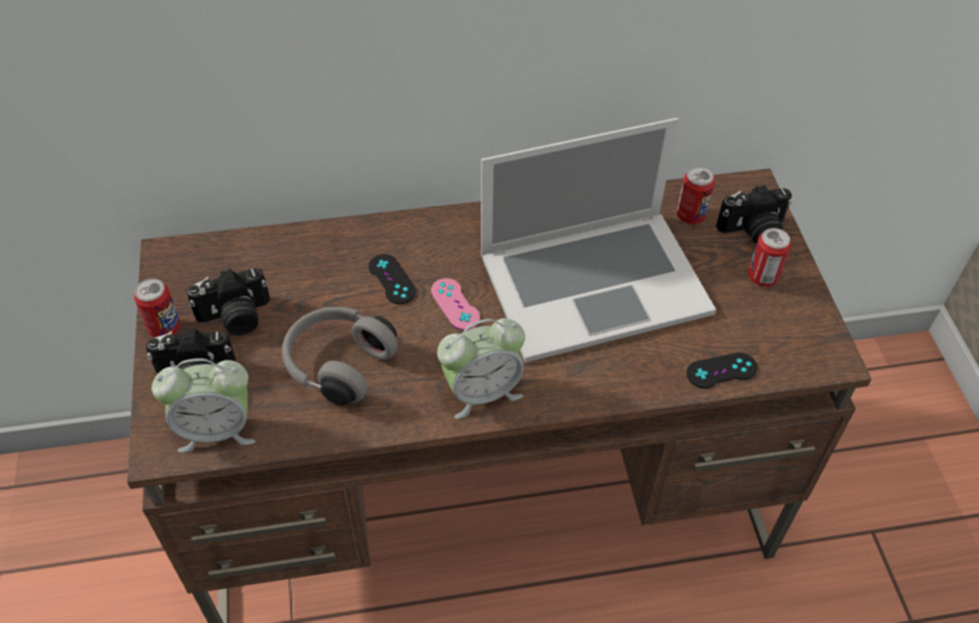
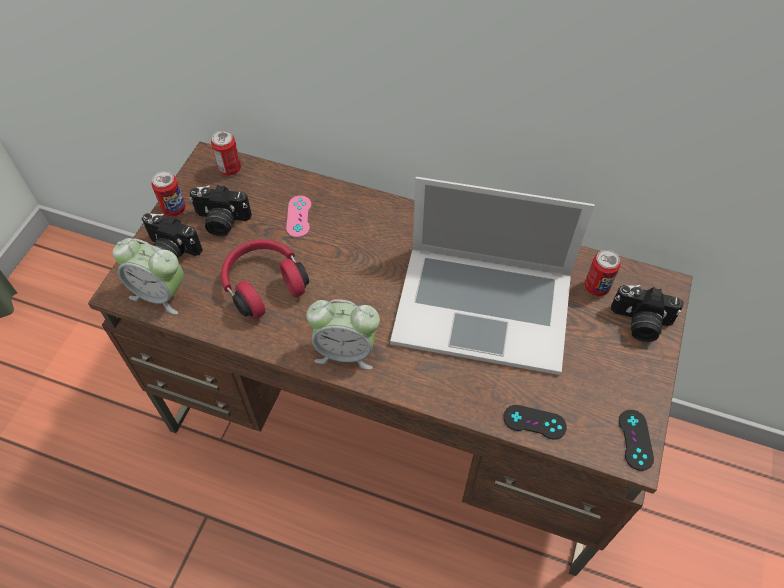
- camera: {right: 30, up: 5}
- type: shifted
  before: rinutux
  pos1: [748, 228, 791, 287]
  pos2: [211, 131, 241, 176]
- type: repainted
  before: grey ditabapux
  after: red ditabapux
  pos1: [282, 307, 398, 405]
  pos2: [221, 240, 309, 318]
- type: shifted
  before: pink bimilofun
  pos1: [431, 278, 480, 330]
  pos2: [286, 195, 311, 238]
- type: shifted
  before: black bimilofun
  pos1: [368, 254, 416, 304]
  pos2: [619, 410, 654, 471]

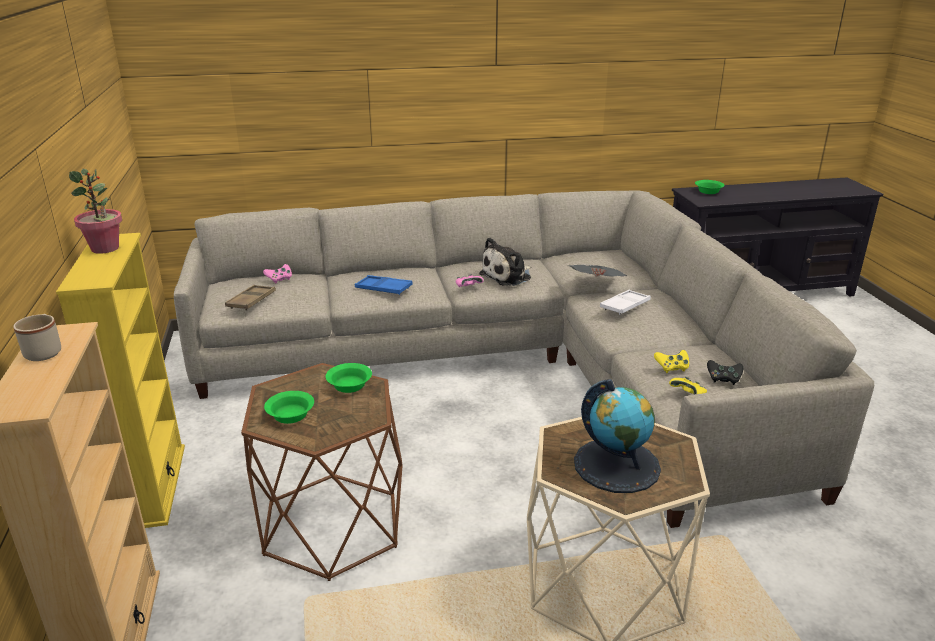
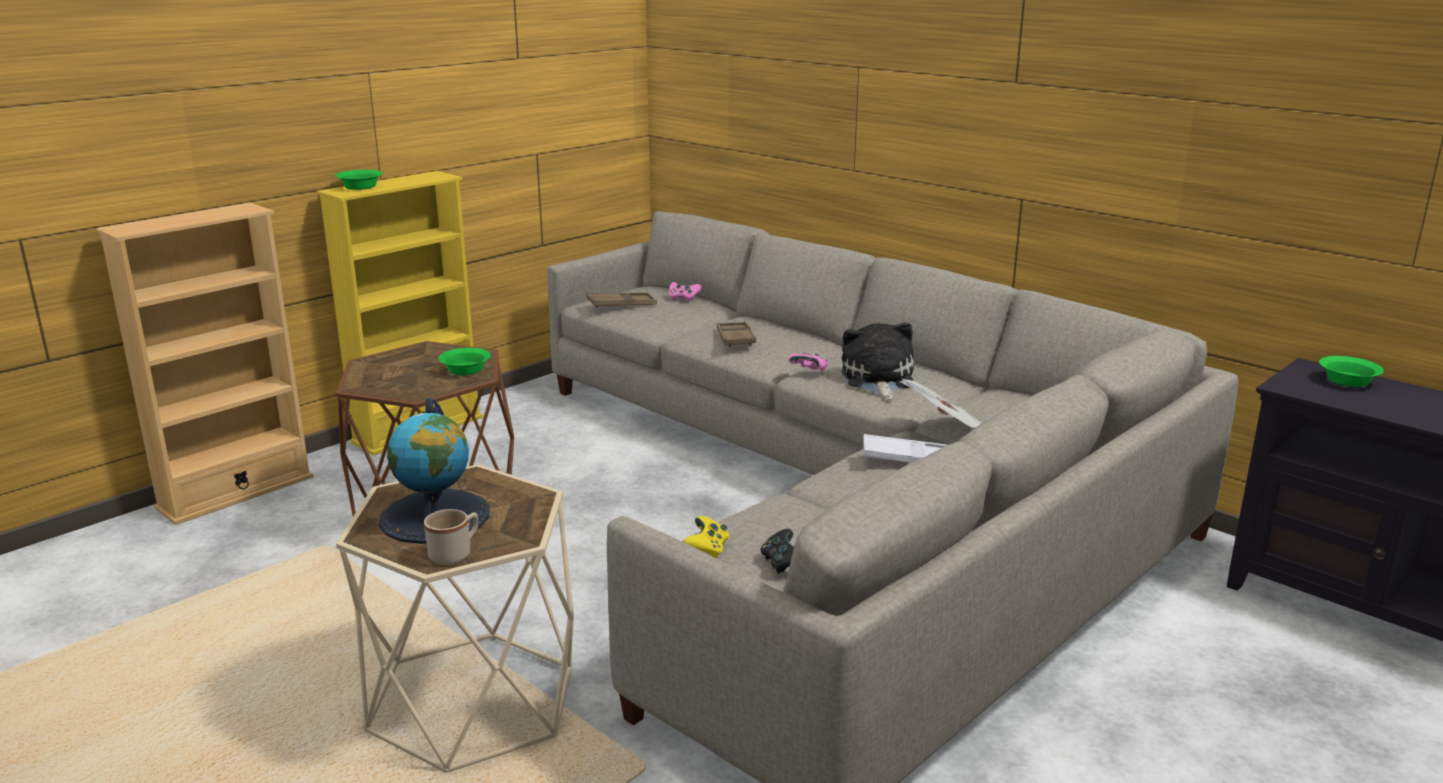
- camera: {right: 55, up: -5}
- type: shifted
  before: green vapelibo
  pos1: [264, 391, 314, 424]
  pos2: [335, 170, 383, 190]
- type: shifted
  before: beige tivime
  pos1: [13, 314, 61, 361]
  pos2: [424, 509, 478, 565]
- type: repainted
  before: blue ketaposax
  after: brown ketaposax
  pos1: [355, 275, 413, 295]
  pos2: [717, 321, 756, 347]
- type: rotated
  before: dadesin
  pos1: [479, 238, 531, 286]
  pos2: [842, 322, 914, 399]
  turn: 75
- type: gone
  before: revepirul
  pos1: [69, 169, 122, 254]
- type: gone
  before: yellow bimilofun
  pos1: [654, 350, 689, 373]

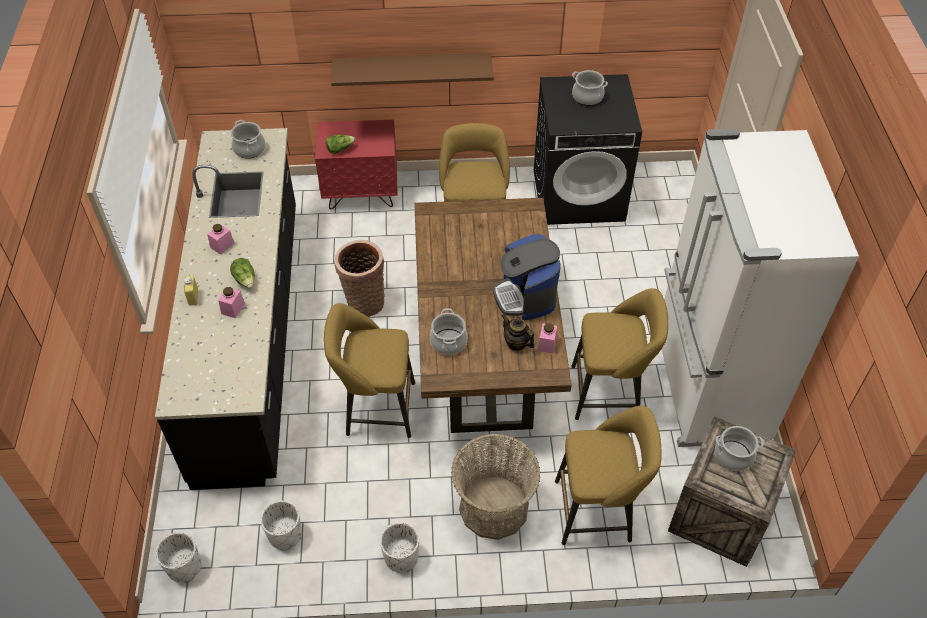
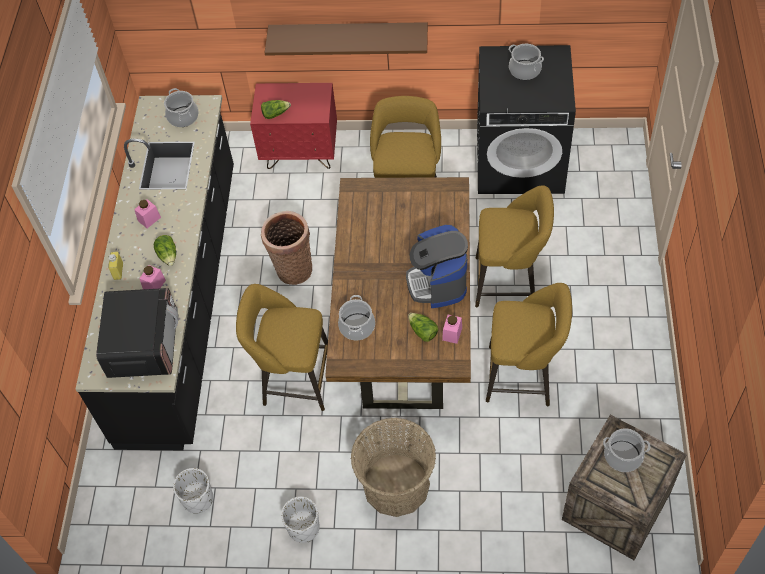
- camera: {right: 10, up: 5}
- type: new
  after: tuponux
  pos2: [96, 288, 178, 378]
- type: swapped
  before: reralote
  after: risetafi
  pos1: [502, 315, 534, 351]
  pos2: [408, 313, 438, 342]
- type: shifted
  before: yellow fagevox
  pos1: [555, 406, 662, 545]
  pos2: [475, 185, 554, 307]
- type: gone
  before: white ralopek
  pos1: [156, 532, 201, 583]
- type: gone
  before: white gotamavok
  pos1: [662, 129, 859, 447]

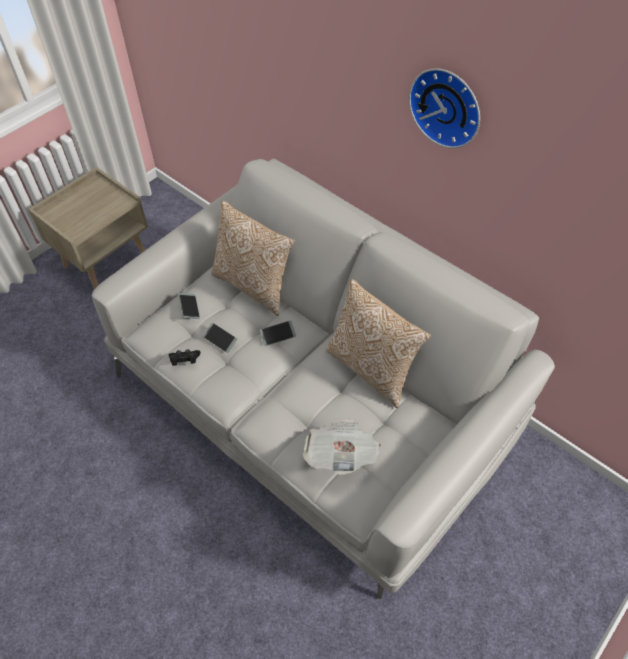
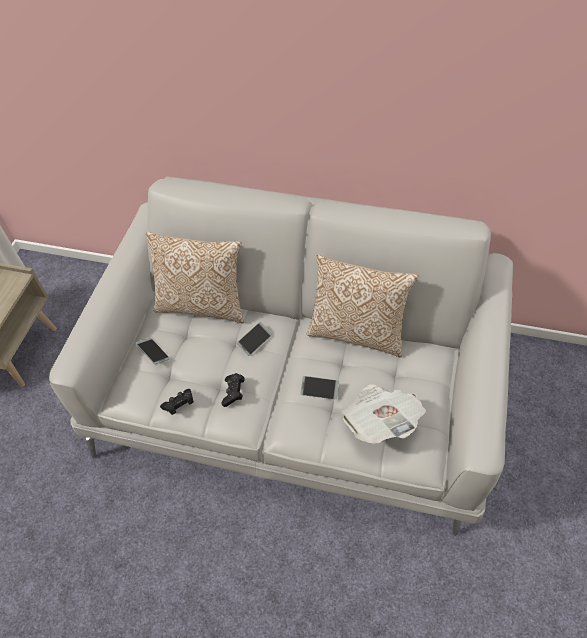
- camera: {right: -25, up: 0}
- type: new
  after: black bimilofun
  pos2: [222, 373, 244, 407]
- type: shifted
  before: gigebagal
  pos1: [203, 323, 237, 353]
  pos2: [300, 376, 339, 400]
- type: gone
  before: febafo
  pos1: [409, 68, 480, 148]

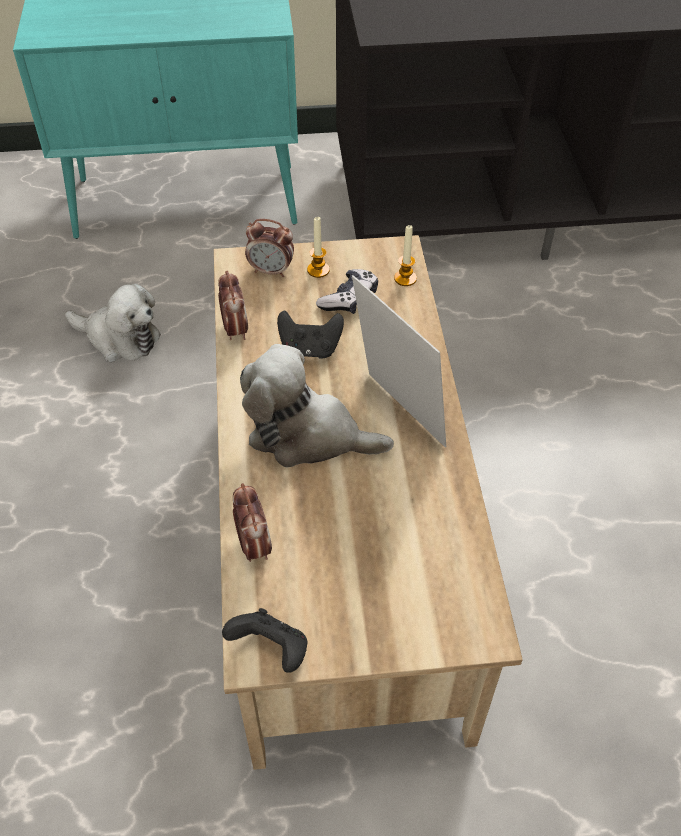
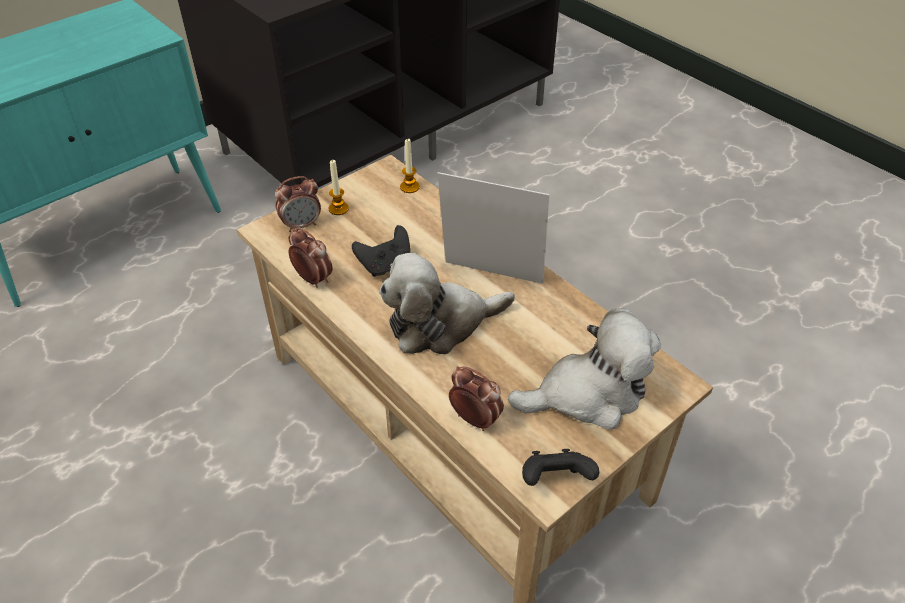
- camera: {right: -35, up: -5}
- type: shifted
  before: dadesin
  pos1: [65, 283, 161, 362]
  pos2: [508, 308, 661, 430]
- type: gone
  before: bimilofun
  pos1: [316, 269, 378, 314]

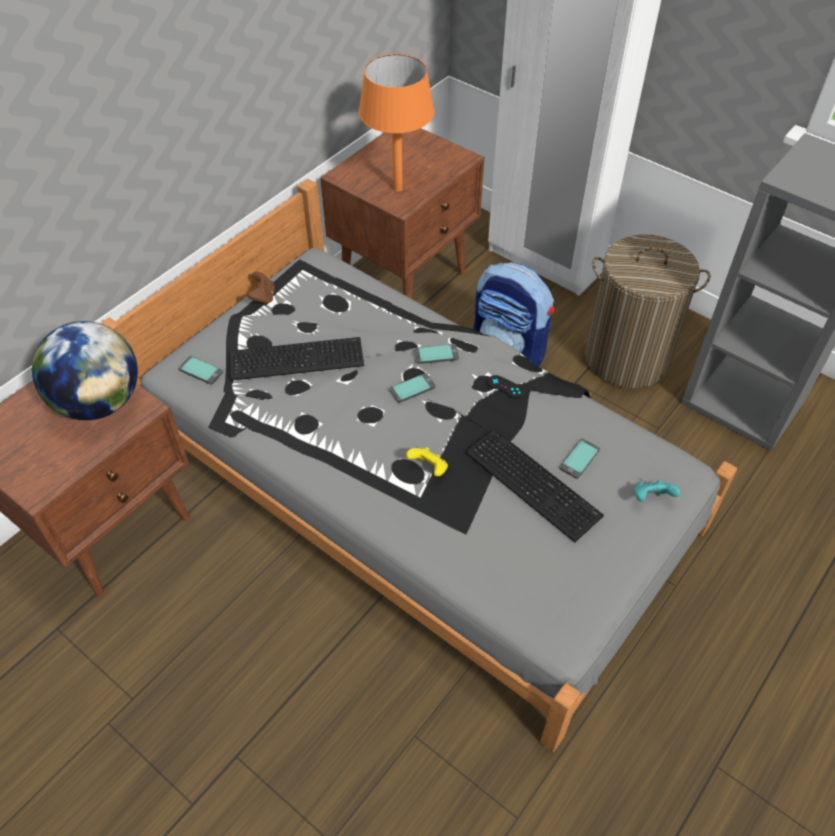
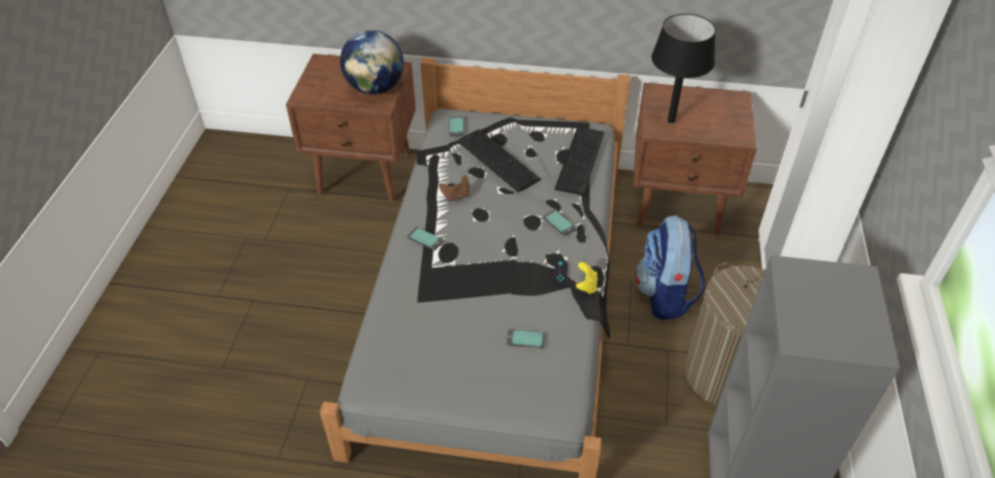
- camera: {right: 60, up: -5}
- type: shifted
  before: gigebagal
  pos1: [389, 373, 436, 403]
  pos2: [407, 227, 443, 251]
- type: shifted
  before: brown bimilofun
  pos1: [247, 271, 275, 305]
  pos2: [439, 176, 469, 201]
- type: shifted
  before: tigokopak
  pos1: [466, 429, 604, 542]
  pos2: [555, 127, 604, 196]
- type: shifted
  before: yellow bimilofun
  pos1: [406, 447, 448, 476]
  pos2: [576, 262, 598, 294]
- type: repainted
  before: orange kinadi
  after: black kinadi
  pos1: [359, 54, 434, 191]
  pos2: [651, 14, 716, 123]
- type: gone
  before: turquoise bimilofun
  pos1: [634, 480, 680, 502]

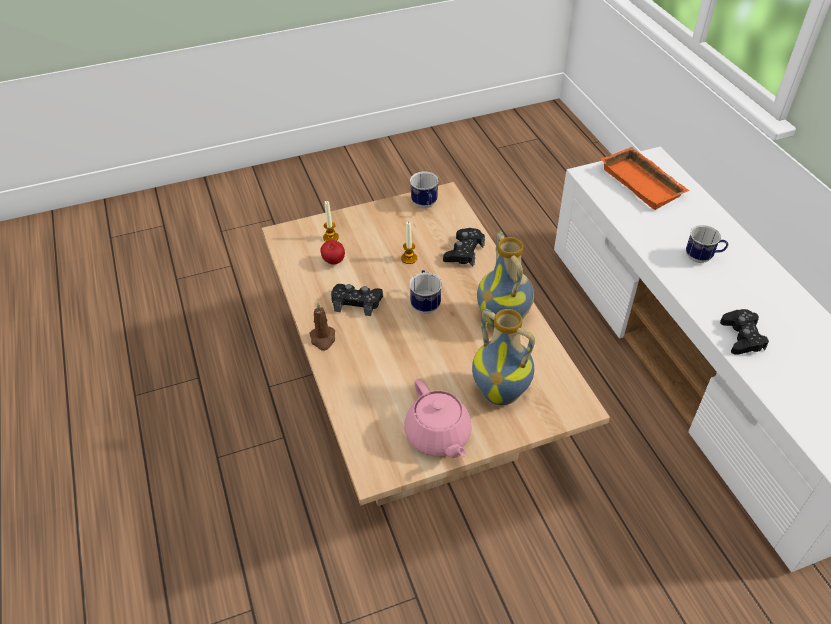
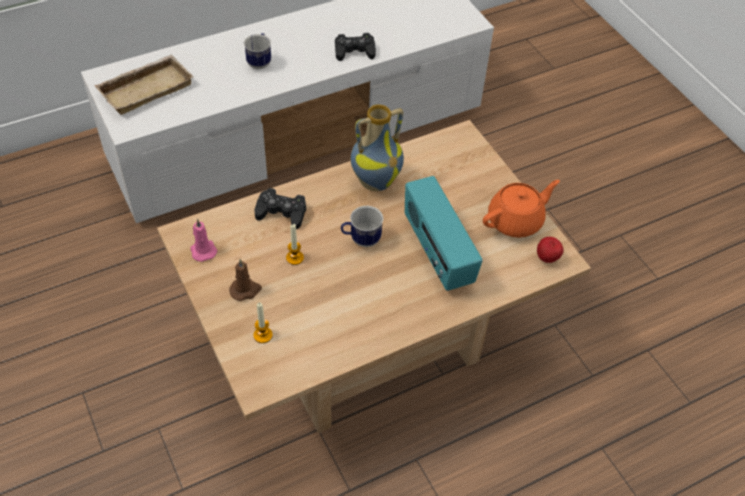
- camera: {right: -100, up: 5}
- type: repainted
  before: orange ketaposax
  after: beige ketaposax
  pos1: [601, 147, 689, 210]
  pos2: [94, 54, 194, 115]
- type: swapped
  before: tivime
  after: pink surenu
  pos1: [410, 171, 439, 208]
  pos2: [190, 218, 217, 262]
- type: shifted
  before: brown surenu
  pos1: [310, 303, 335, 351]
  pos2: [229, 259, 262, 301]
- type: new
  after: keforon
  pos2: [405, 176, 483, 291]
- type: repainted
  before: pink reralote
  after: orange reralote
  pos1: [404, 379, 472, 458]
  pos2: [483, 180, 560, 238]
- type: shifted
  before: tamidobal
  pos1: [320, 240, 345, 265]
  pos2: [537, 237, 564, 263]
- type: gone
  before: black bimilofun
  pos1: [331, 284, 383, 316]
- type: gone
  before: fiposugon
  pos1: [472, 309, 535, 405]

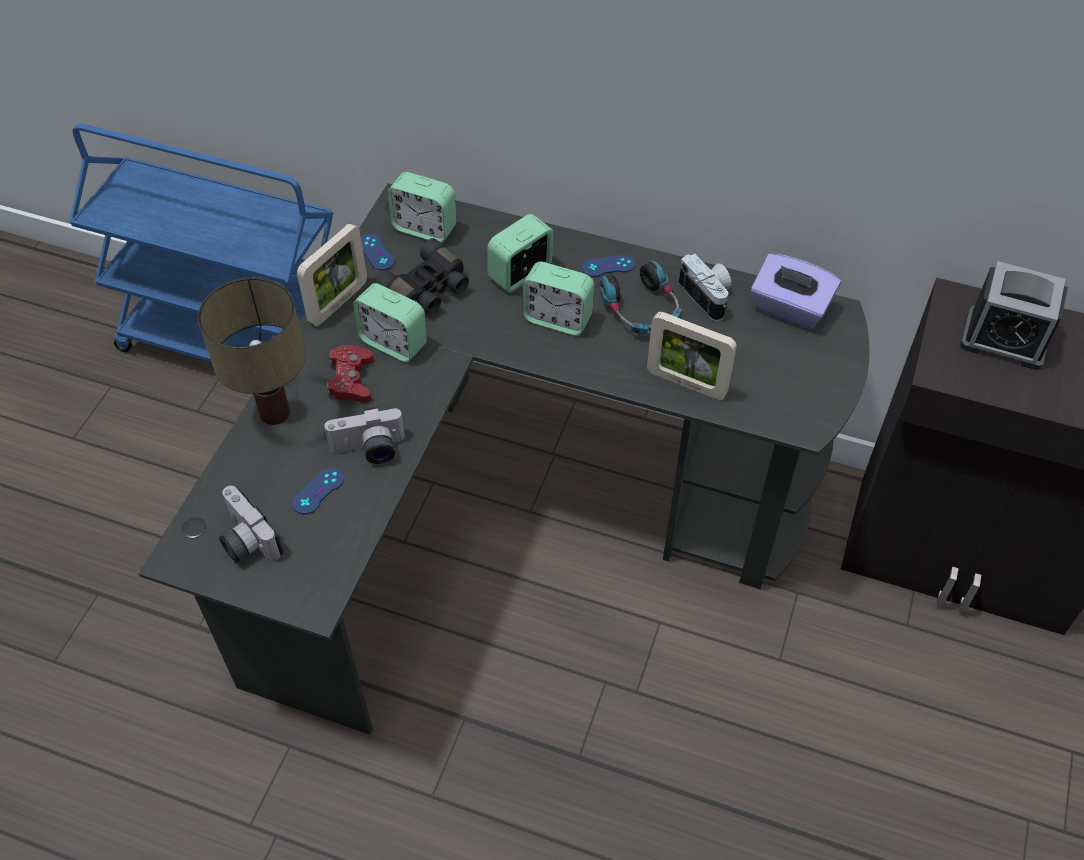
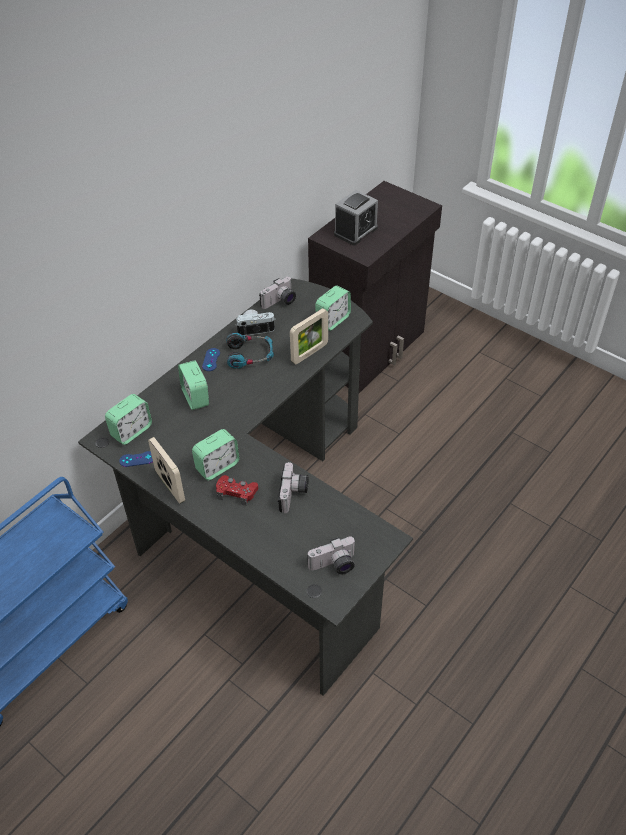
- camera: {right: -70, up: -5}
- type: swapped
  before: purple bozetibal
  after: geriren
  pos1: [751, 253, 841, 329]
  pos2: [259, 277, 296, 309]
- type: shifted
  before: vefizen
  pos1: [522, 262, 594, 336]
  pos2: [315, 285, 351, 331]
- type: gone
  before: kinadi
  pos1: [198, 277, 305, 425]
- type: gone
  before: blue bimilofun
  pos1: [292, 467, 344, 514]
- type: gone
  before: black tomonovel
  pos1: [374, 238, 469, 314]

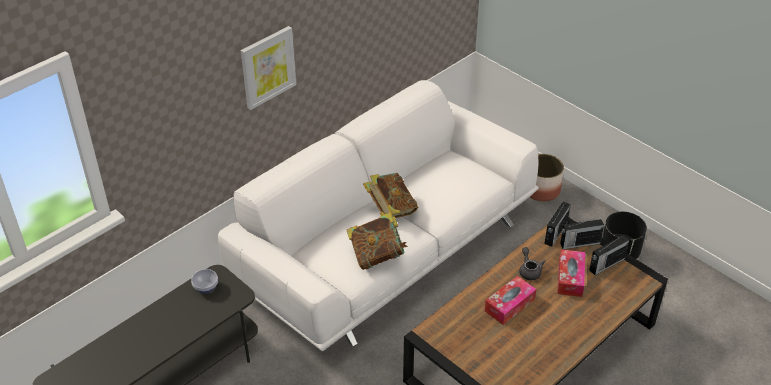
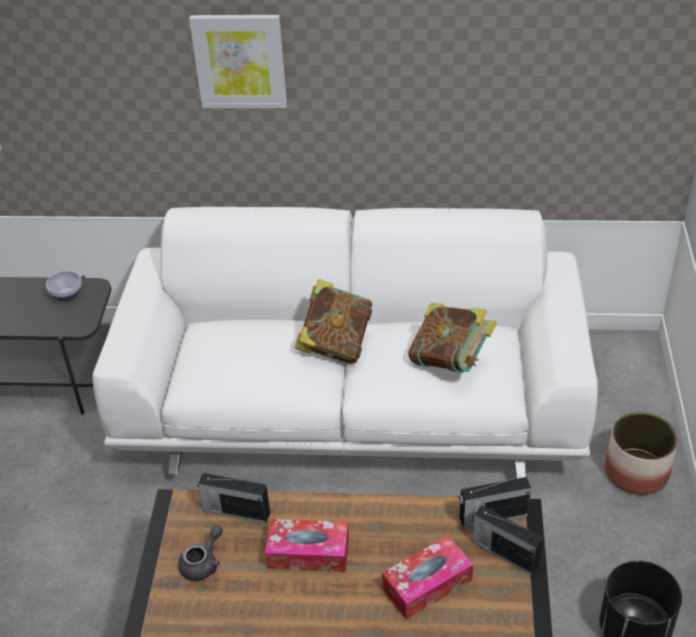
- camera: {right: 50, up: 0}
- type: shifted
  before: grey reralote
  pos1: [519, 247, 545, 280]
  pos2: [178, 525, 223, 581]
- type: shifted
  before: keforon
  pos1: [589, 234, 629, 275]
  pos2: [197, 473, 270, 524]
- type: shifted
  before: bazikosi
  pos1: [346, 212, 408, 270]
  pos2: [408, 303, 497, 373]

